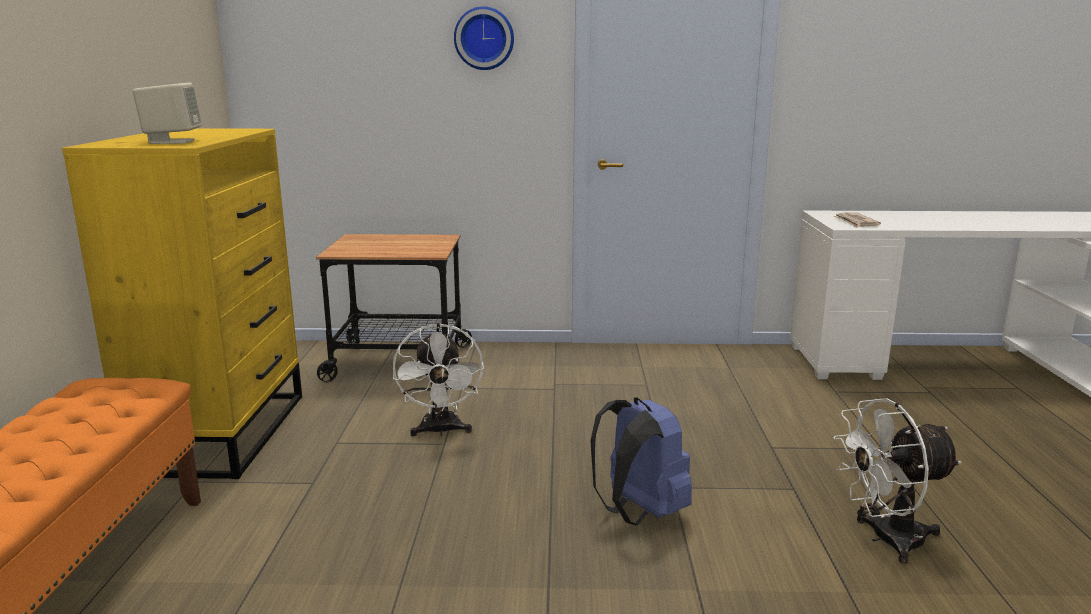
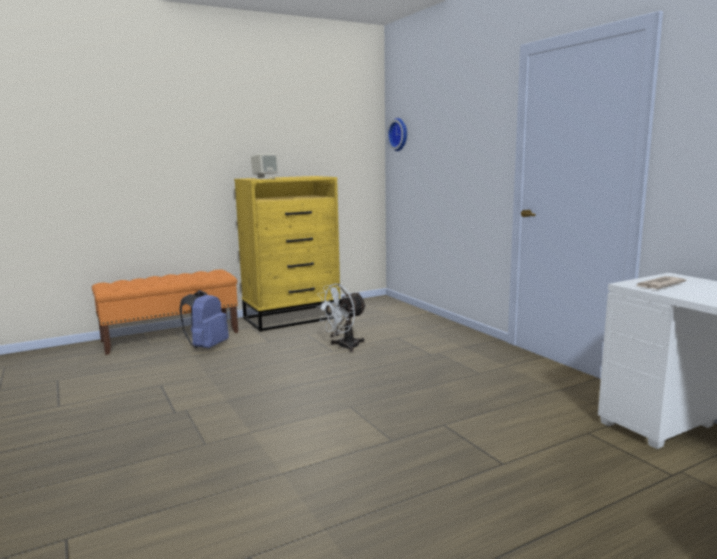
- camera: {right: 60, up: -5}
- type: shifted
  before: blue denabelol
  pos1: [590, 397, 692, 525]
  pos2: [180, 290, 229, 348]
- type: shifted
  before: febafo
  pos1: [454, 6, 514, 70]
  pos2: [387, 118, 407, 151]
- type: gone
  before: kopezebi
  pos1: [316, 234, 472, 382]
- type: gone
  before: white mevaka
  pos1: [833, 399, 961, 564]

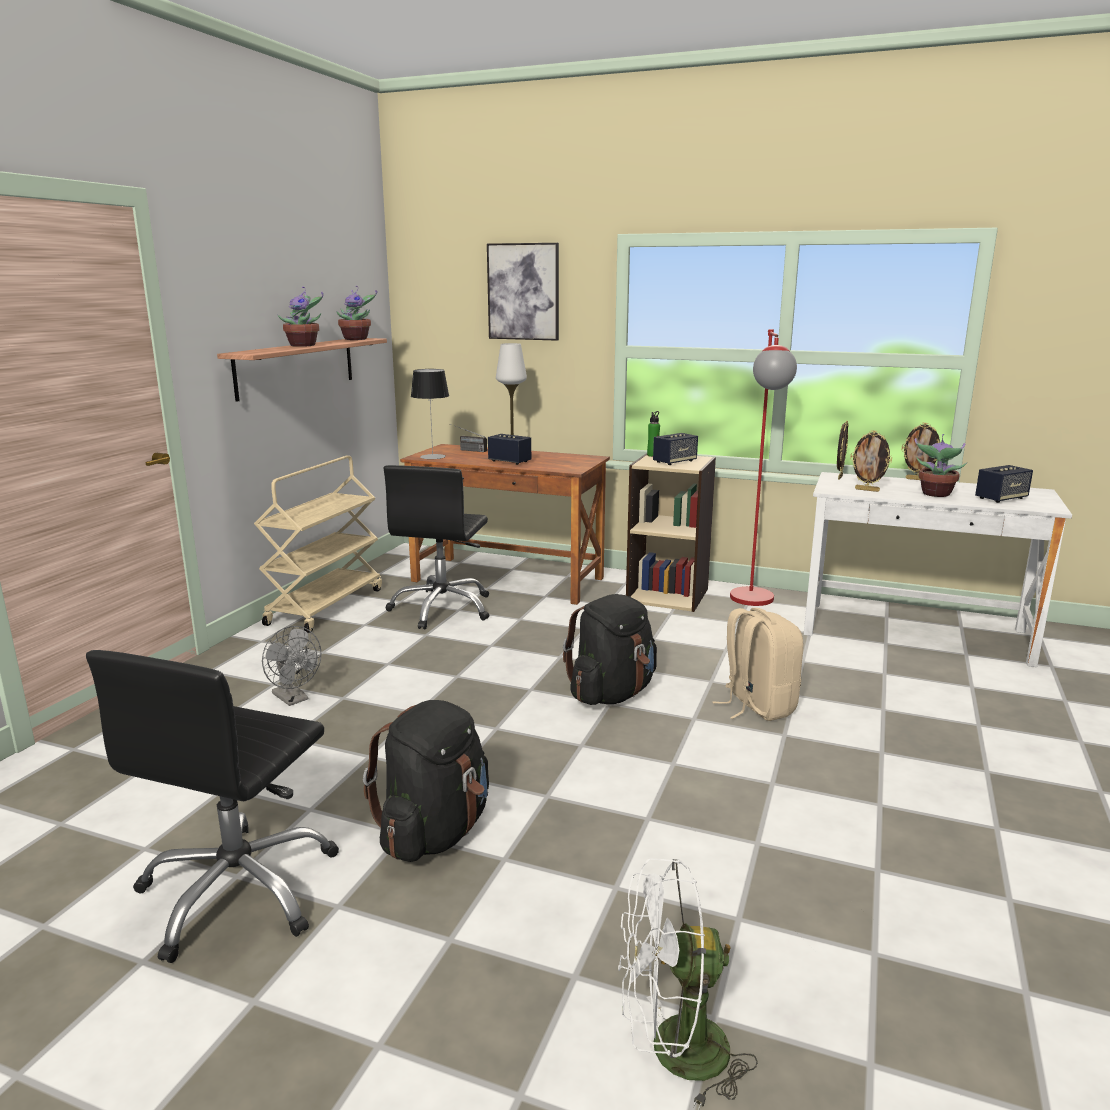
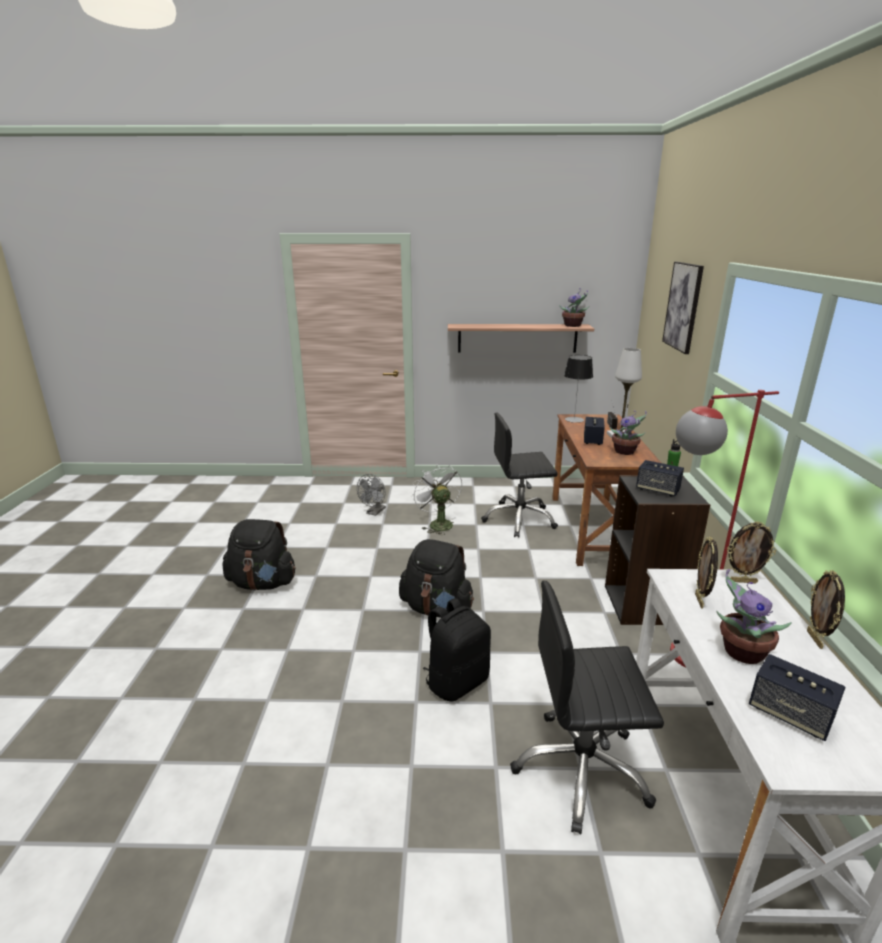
- camera: {right: 70, up: 5}
- type: shifted
  before: white mevaka
  pos1: [618, 858, 758, 1110]
  pos2: [412, 464, 462, 535]
- type: repainted
  before: beige denabelol
  after: black denabelol
  pos1: [712, 608, 803, 721]
  pos2: [423, 598, 491, 701]
- type: shifted
  before: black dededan
  pos1: [86, 650, 339, 963]
  pos2: [510, 580, 664, 834]
- type: repainted
  before: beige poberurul
  after: black poberurul
  pos1: [626, 453, 716, 612]
  pos2: [605, 475, 710, 625]
- type: shifted
  before: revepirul
  pos1: [277, 287, 323, 347]
  pos2: [609, 411, 647, 455]
- type: gone
  before: beige kopezebi
  pos1: [254, 456, 382, 633]

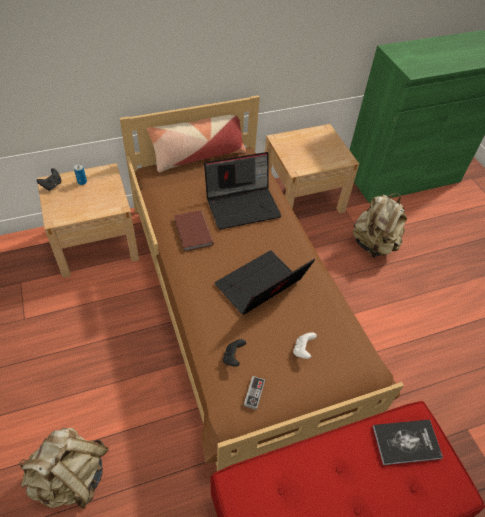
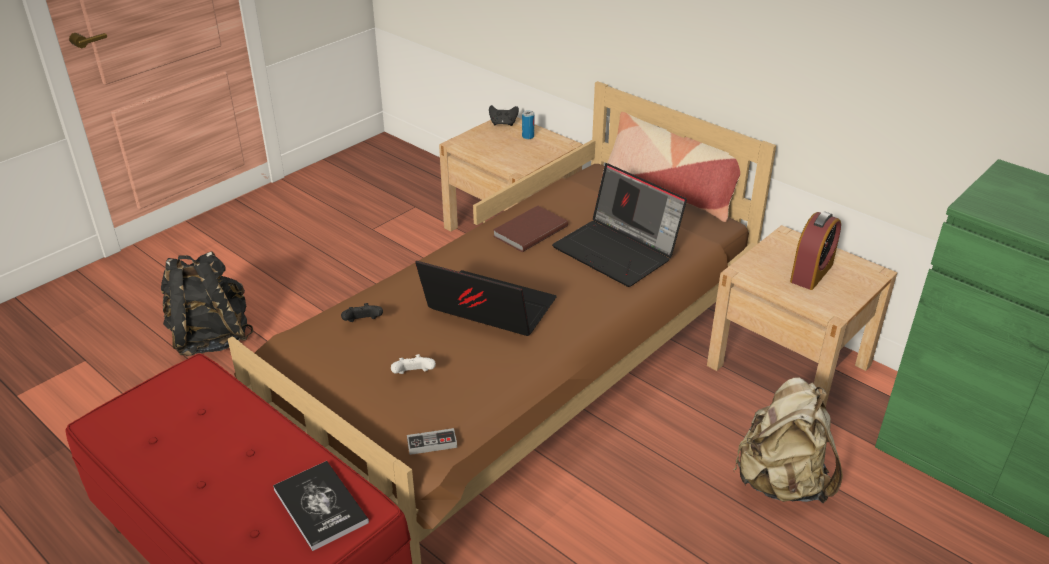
- camera: {right: 65, up: -15}
- type: repainted
  before: beige denabelol
  after: black denabelol
  pos1: [19, 428, 109, 509]
  pos2: [161, 251, 253, 356]
- type: shifted
  before: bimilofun
  pos1: [244, 376, 265, 410]
  pos2: [407, 428, 457, 455]
- type: new
  after: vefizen
  pos2: [790, 211, 841, 290]

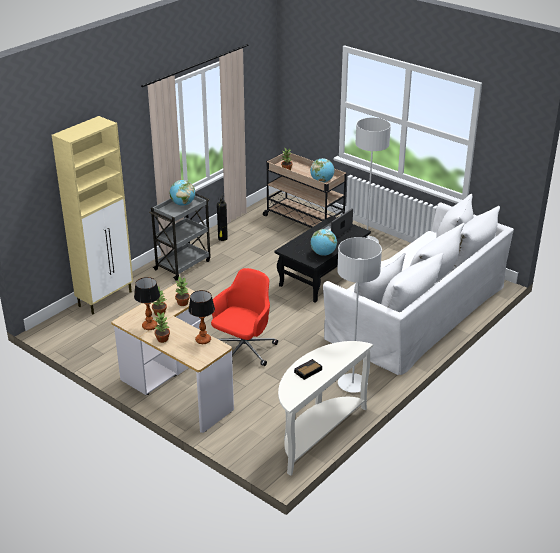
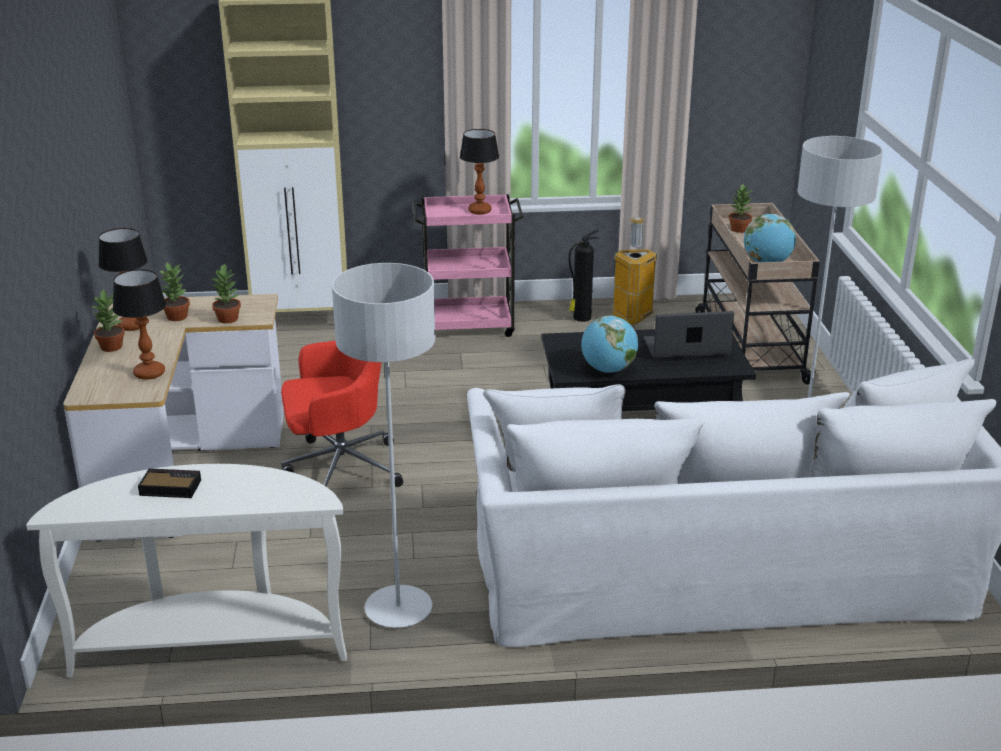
- camera: {right: 45, up: -5}
- type: repainted
  before: grey kopezebi
  after: pink kopezebi
  pos1: [149, 193, 211, 281]
  pos2: [413, 194, 523, 337]
- type: swapped
  before: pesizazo
  after: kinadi
  pos1: [170, 180, 195, 206]
  pos2: [460, 129, 499, 214]
- type: new
  after: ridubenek
  pos2: [612, 217, 657, 325]

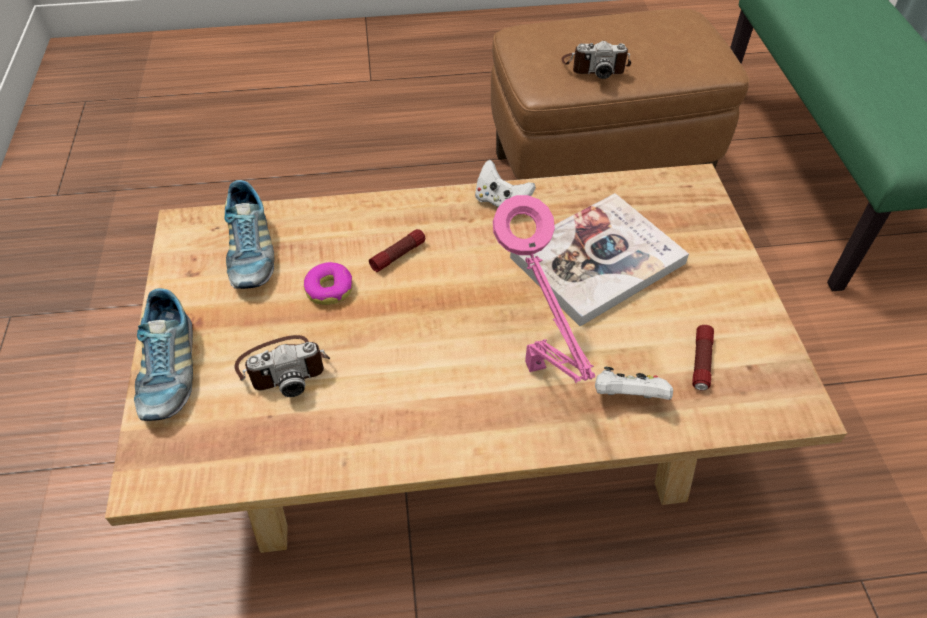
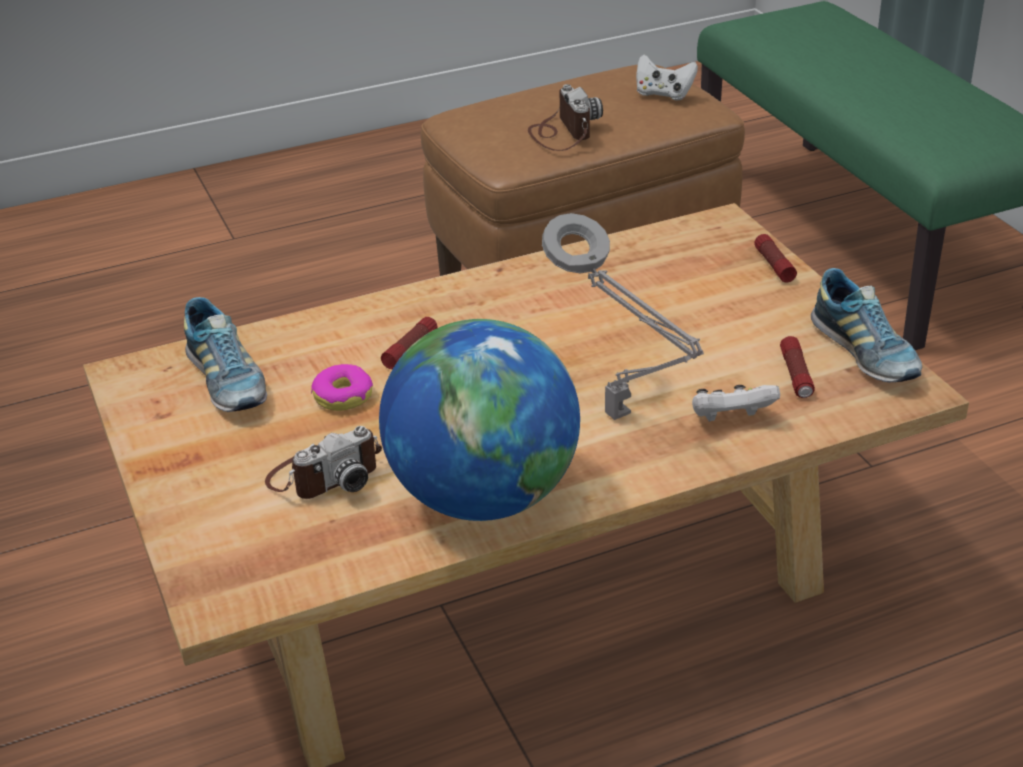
- camera: {right: -15, up: -15}
- type: new
  after: pesizazo
  pos2: [379, 319, 580, 521]
- type: rotated
  before: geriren
  pos1: [561, 41, 631, 79]
  pos2: [528, 84, 603, 151]
  turn: -90
- type: repainted
  before: pink kinadi
  after: grey kinadi
  pos1: [493, 195, 595, 383]
  pos2: [542, 213, 704, 420]
- type: shifted
  before: white bimilofun
  pos1: [475, 160, 536, 207]
  pos2: [636, 54, 698, 100]
- type: new
  after: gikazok
  pos2: [754, 234, 797, 283]
- type: shifted
  before: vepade
  pos1: [134, 288, 193, 421]
  pos2: [811, 268, 922, 382]
- type: gone
  before: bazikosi
  pos1: [510, 193, 689, 326]

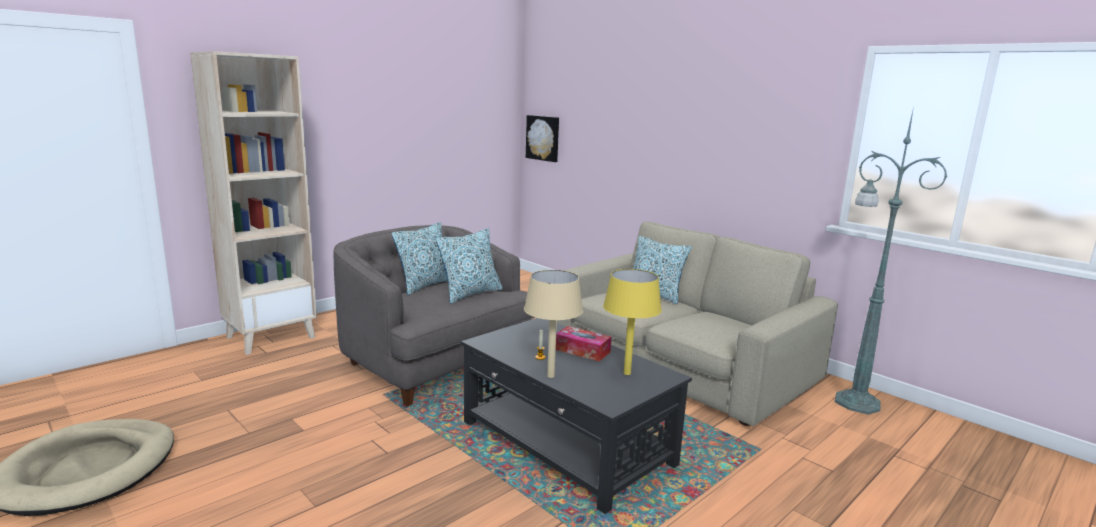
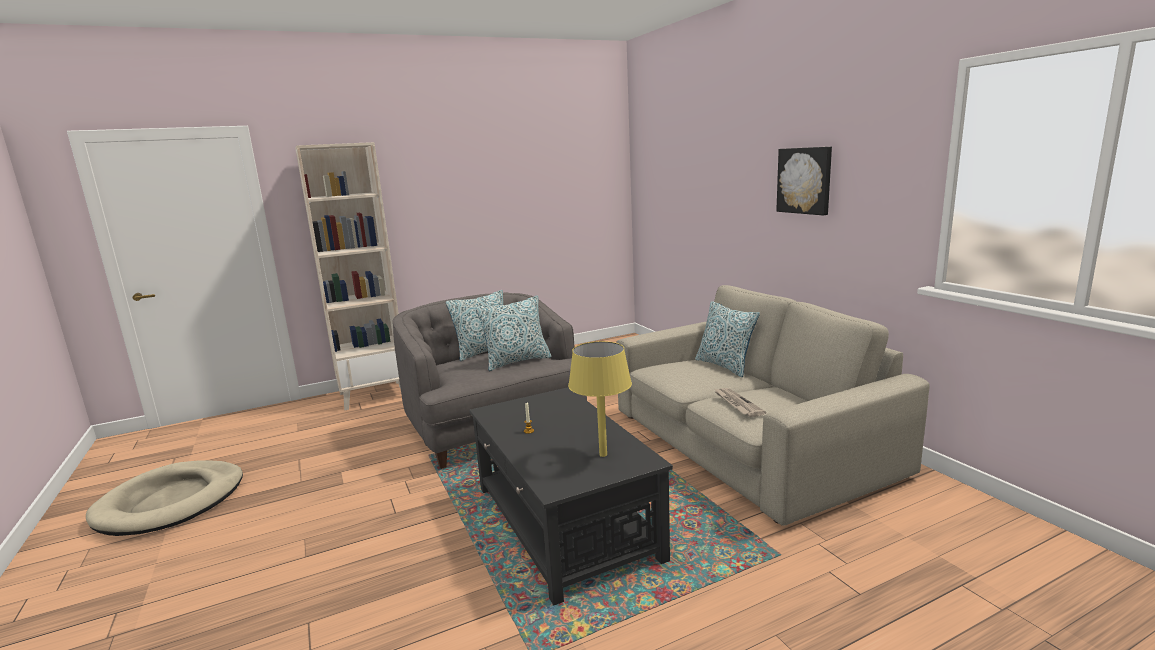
- camera: {right: 20, up: 0}
- type: new
  after: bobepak
  pos2: [713, 388, 766, 417]
- type: shifted
  before: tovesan
  pos1: [526, 115, 559, 162]
  pos2: [776, 147, 832, 215]
- type: gone
  before: beige kinadi
  pos1: [524, 270, 583, 378]
- type: gone
  before: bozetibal
  pos1: [556, 326, 611, 361]
- type: gone
  before: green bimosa
  pos1: [835, 107, 947, 414]

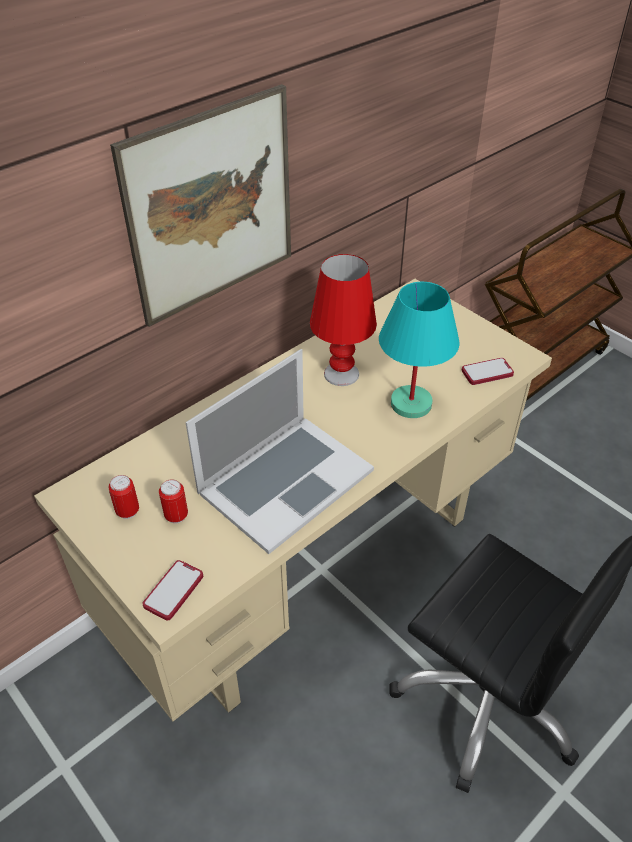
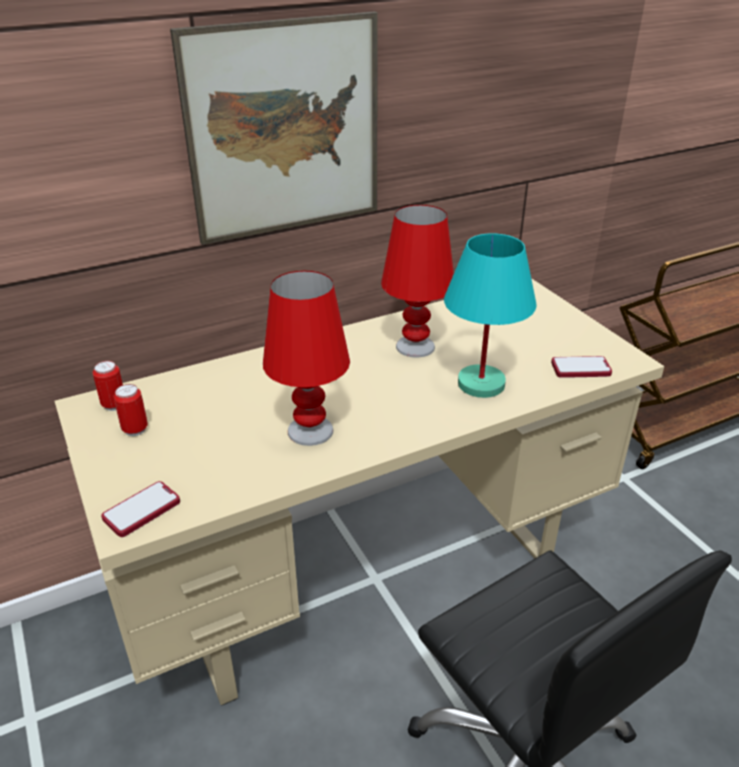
- camera: {right: 15, up: -10}
- type: shifted
  before: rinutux
  pos1: [159, 479, 188, 524]
  pos2: [93, 361, 123, 411]
- type: swapped
  before: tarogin
  after: red kinadi
  pos1: [185, 349, 374, 554]
  pos2: [263, 271, 350, 446]

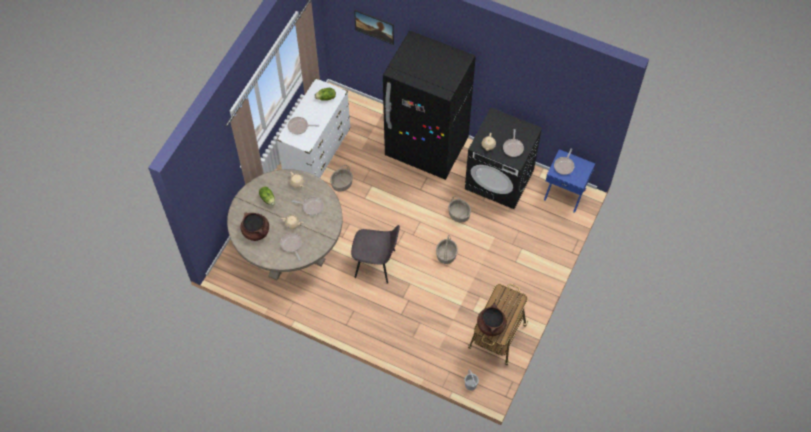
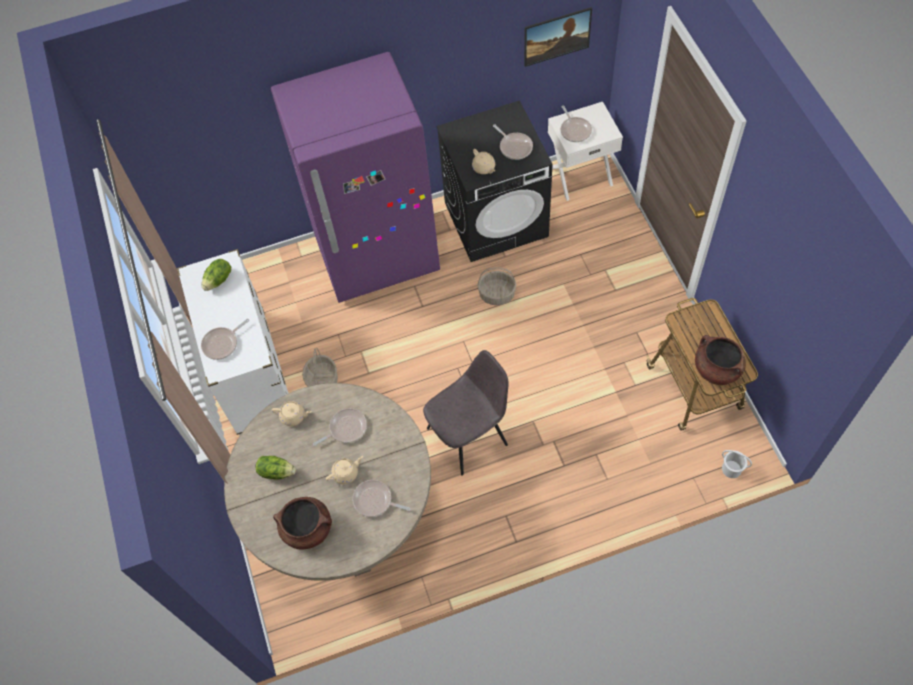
- camera: {right: -40, up: 0}
- type: repainted
  before: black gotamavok
  after: purple gotamavok
  pos1: [383, 31, 476, 180]
  pos2: [271, 52, 440, 303]
- type: shifted
  before: tovesan
  pos1: [354, 10, 394, 45]
  pos2: [524, 7, 592, 67]
- type: repainted
  before: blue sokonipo
  after: white sokonipo
  pos1: [544, 149, 595, 213]
  pos2: [548, 102, 623, 201]
- type: gone
  before: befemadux
  pos1: [436, 235, 458, 264]

